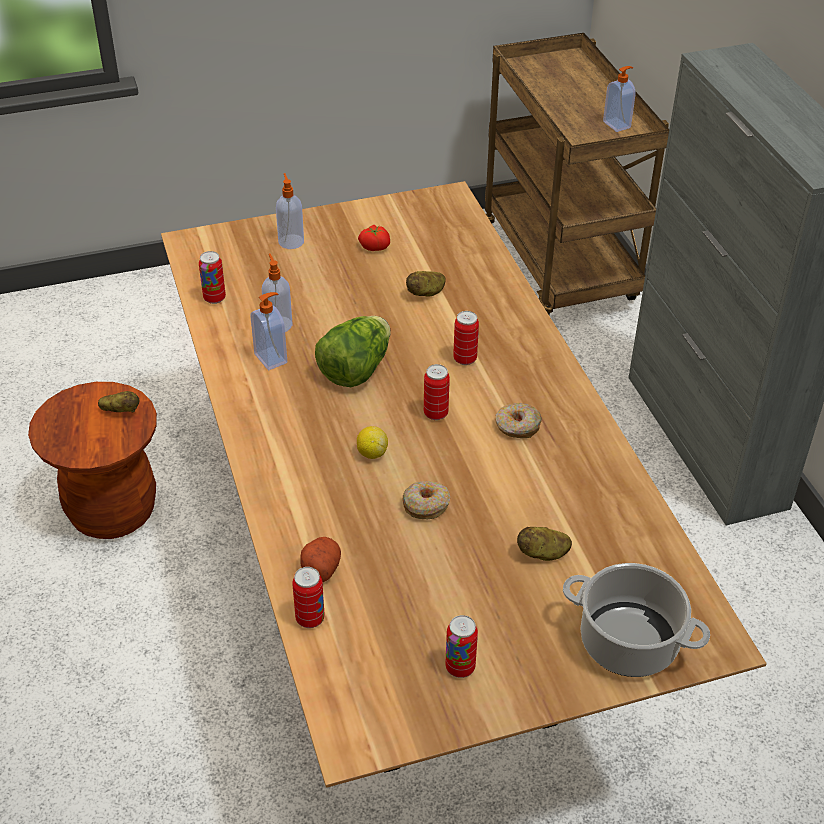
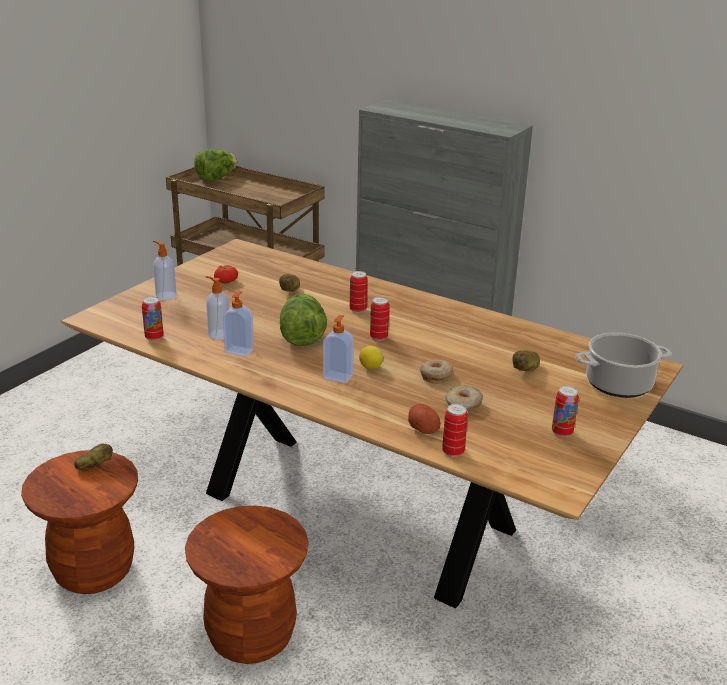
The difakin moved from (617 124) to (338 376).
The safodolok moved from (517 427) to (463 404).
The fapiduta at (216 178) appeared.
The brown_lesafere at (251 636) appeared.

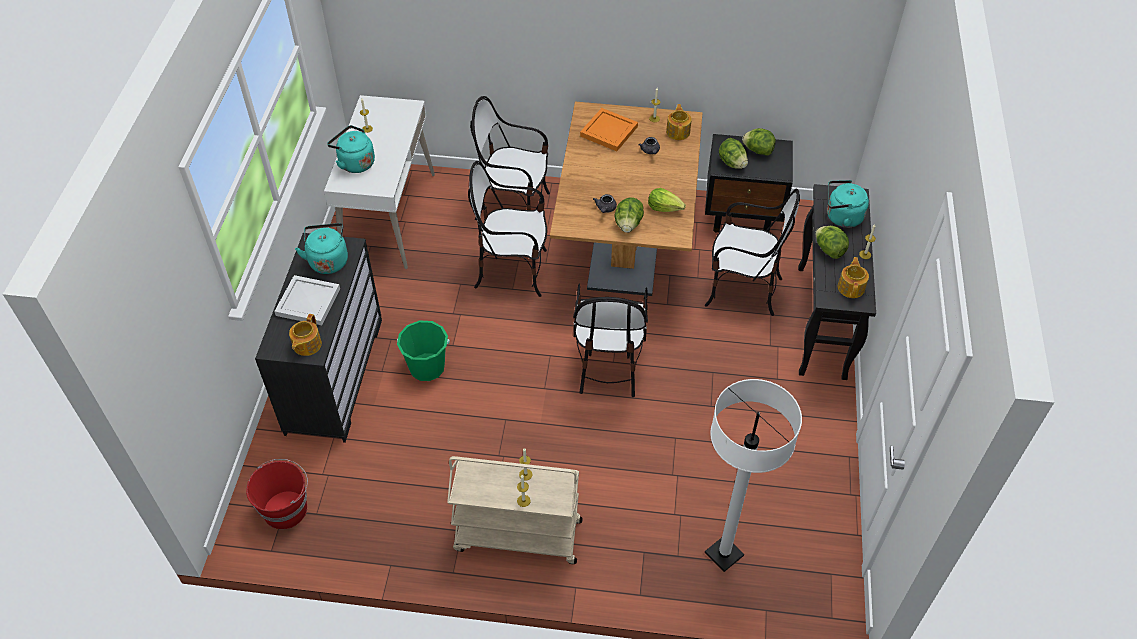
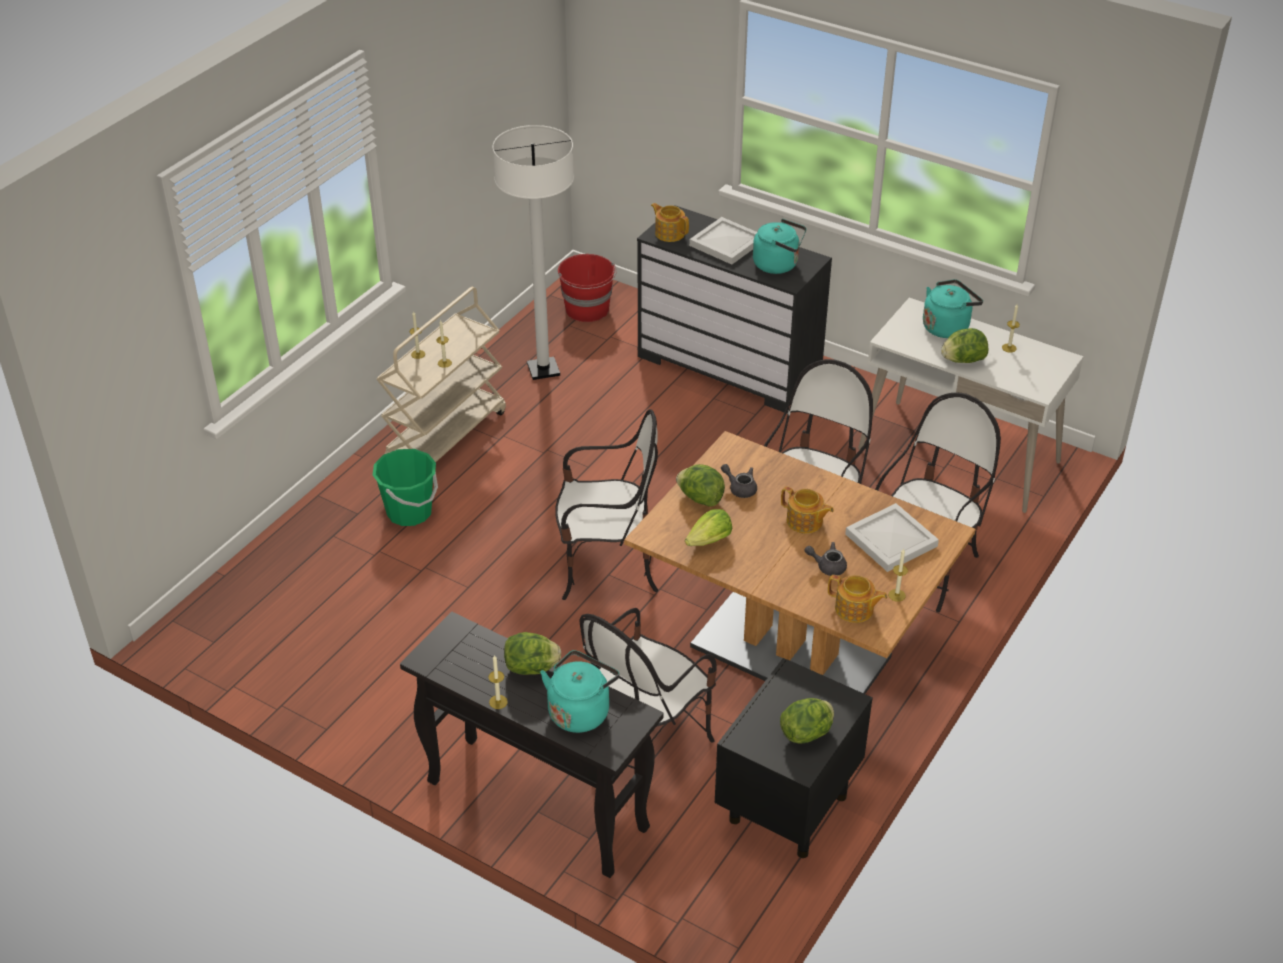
The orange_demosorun at (608 131) became the white_demosorun at (891 539).
The fapiduta moved from (732 163) to (963 360).
The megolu moved from (851 287) to (805 522).
The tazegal at (608 364) turned 150 degrees clockwise.
The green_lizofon moved from (427 367) to (409 512).
The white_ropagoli moved from (724 554) to (543 370).

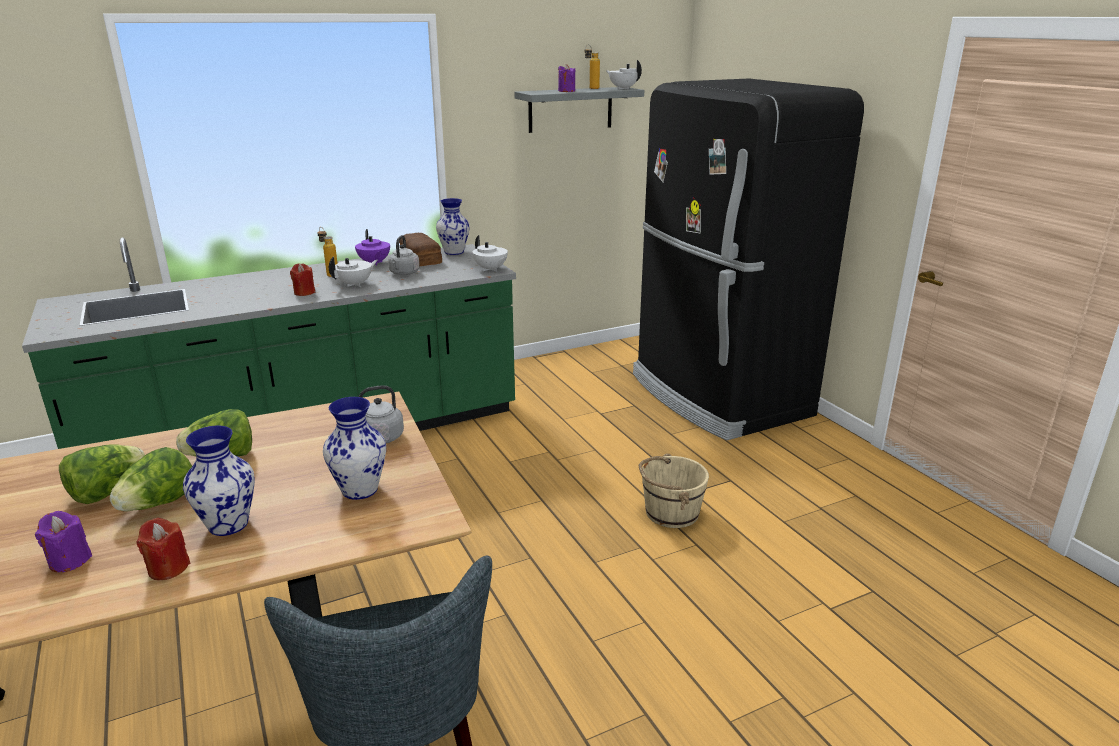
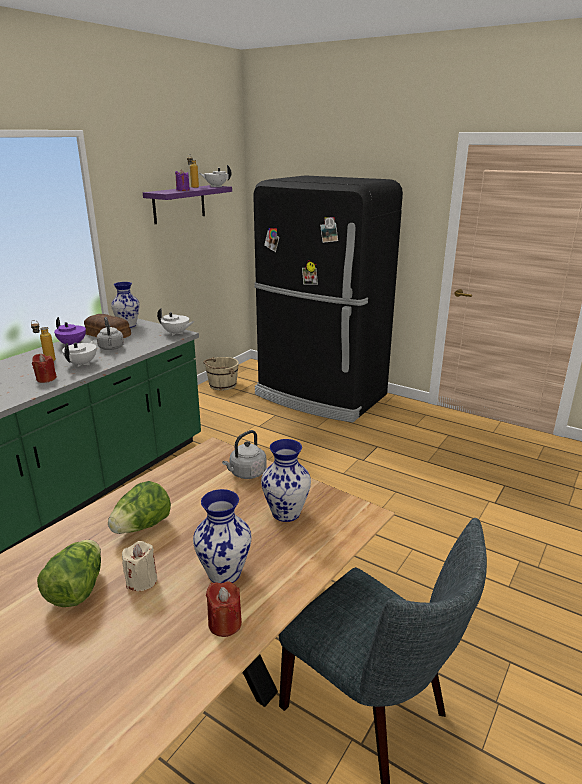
The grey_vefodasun at (570 109) became the purple_vefodasun at (179 204).
The fapiduta at (159 504) was replaced by the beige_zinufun at (141 580).
The beige_lizofon moved from (670 512) to (222 385).
The purple_zinufun at (69 560) disappeared.

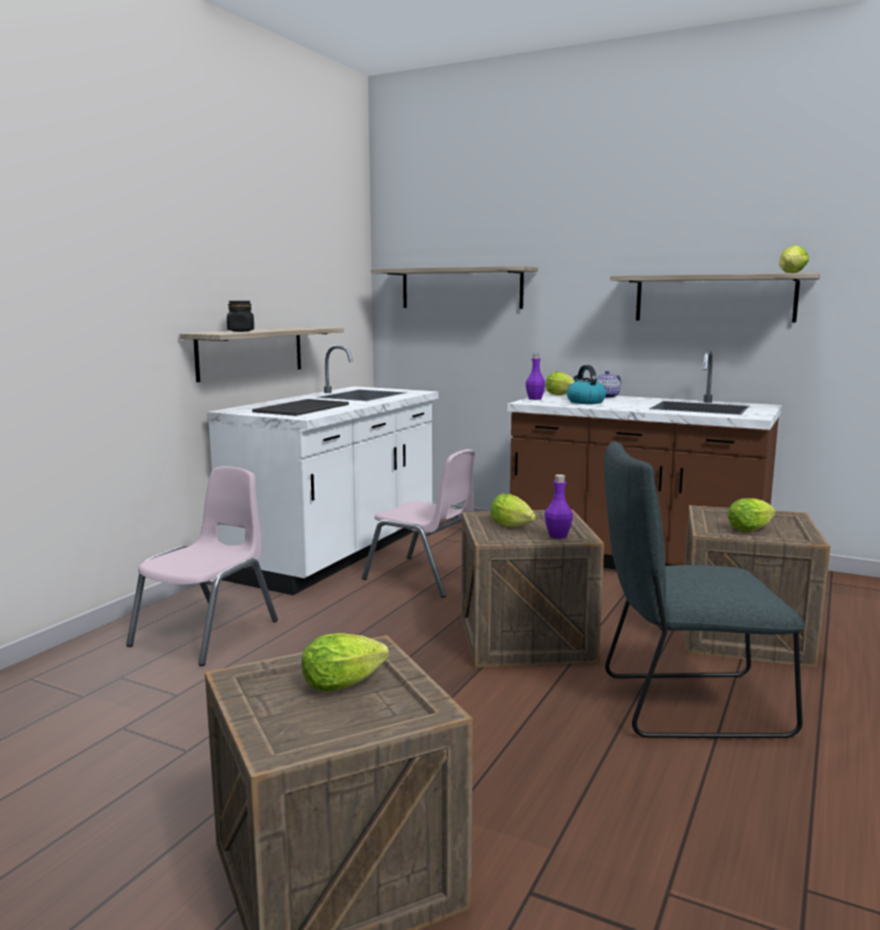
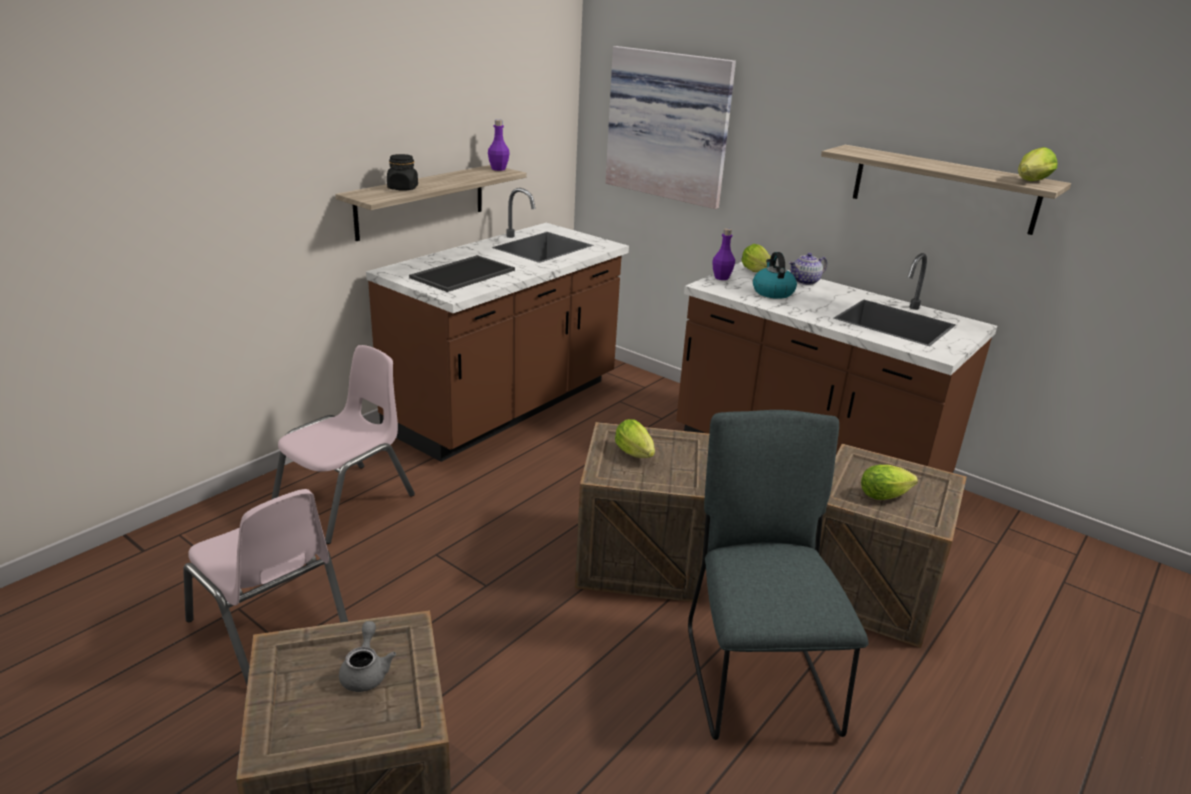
The vefodasun at (461 288) was replaced by the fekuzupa at (670 126).
The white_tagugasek at (338 553) became the brown_tagugasek at (505 407).
The grey_tazegal at (685 705) turned 75 degrees clockwise.
The pink_tazegal moved from (424 577) to (270 630).
The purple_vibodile moved from (558 535) to (498 169).
The fapiduta at (347 684) was replaced by the grey_megolu at (366 671).

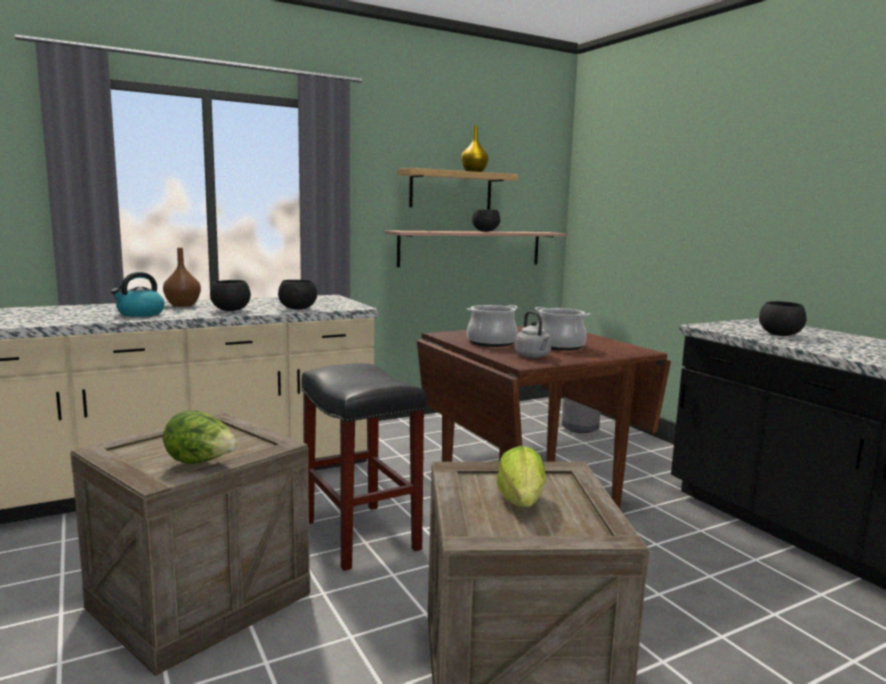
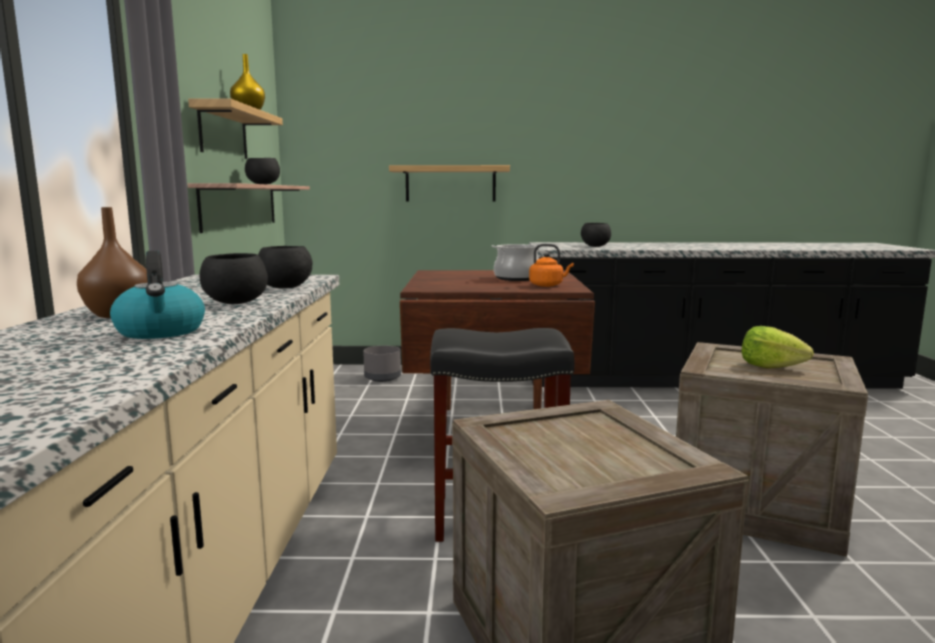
The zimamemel at (491 342) disappeared.
The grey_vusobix at (533 356) became the orange_vusobix at (548 285).
The fapiduta at (201 463) disappeared.
The vefodasun at (450 183) appeared.

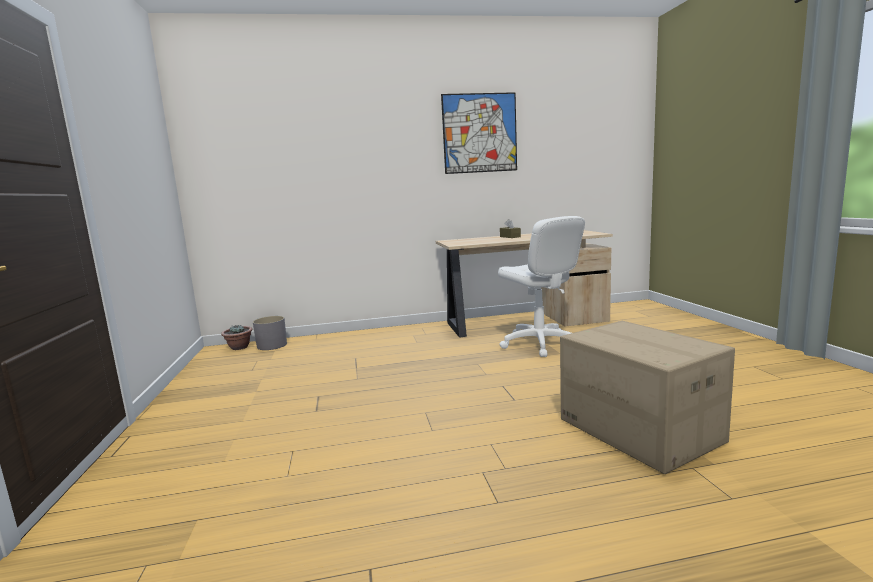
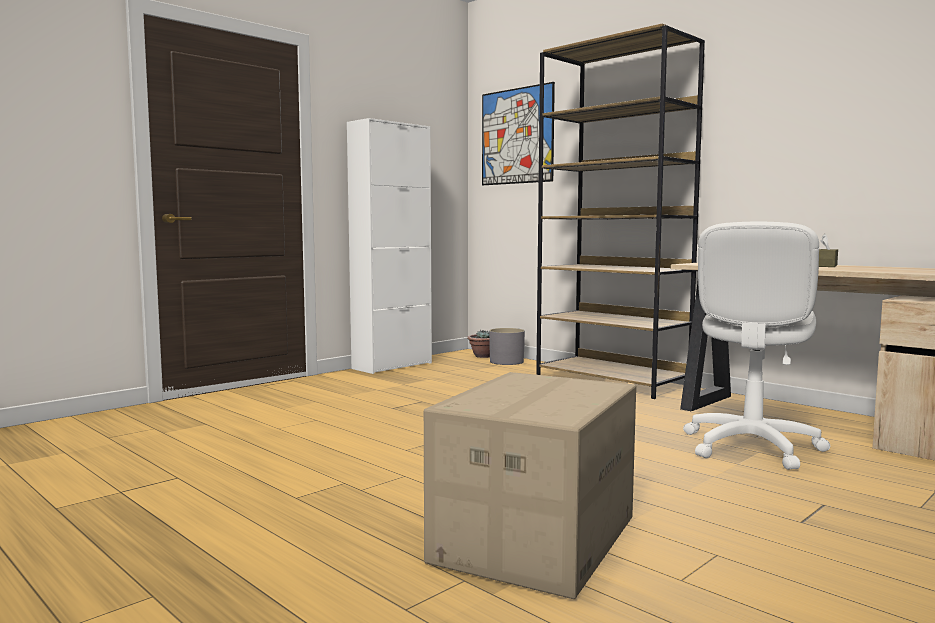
The fekuzupa moved from (480 133) to (517 136).
The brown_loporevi at (612 381) appeared.
The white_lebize at (392 366) appeared.

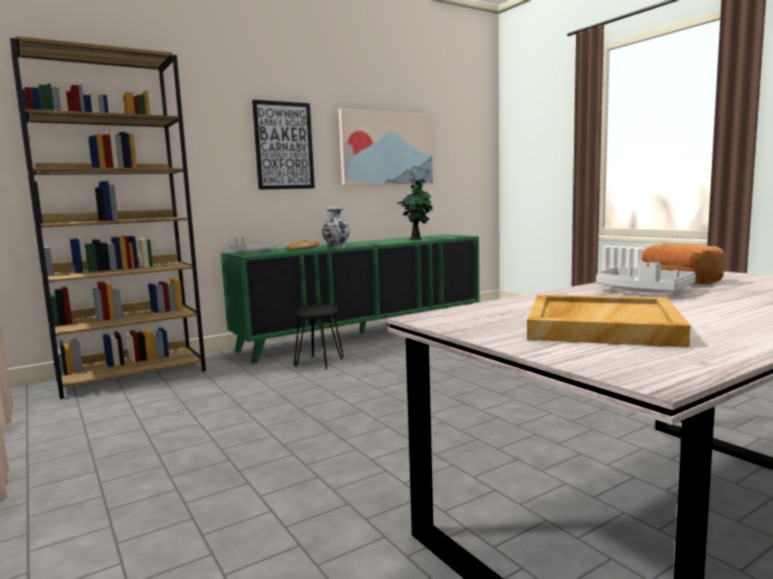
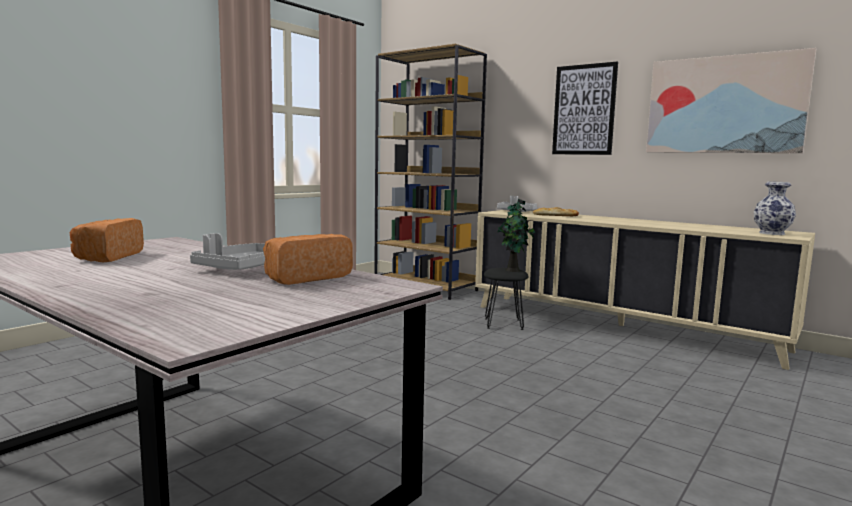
The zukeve moved from (417 239) to (513 270).
The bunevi moved from (336 247) to (772 233).
The green_lebize at (364 334) became the beige_lebize at (618 326).
The beige_demosorun at (600 326) was replaced by the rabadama at (107 257).

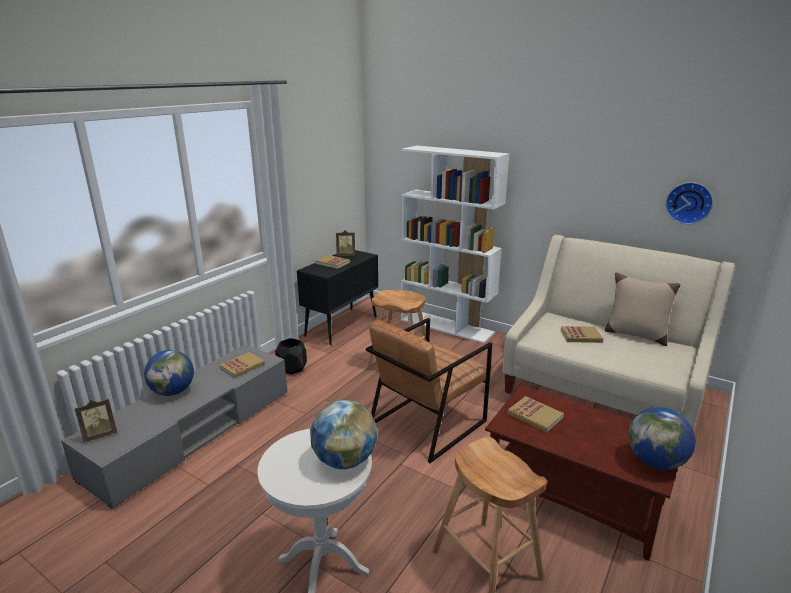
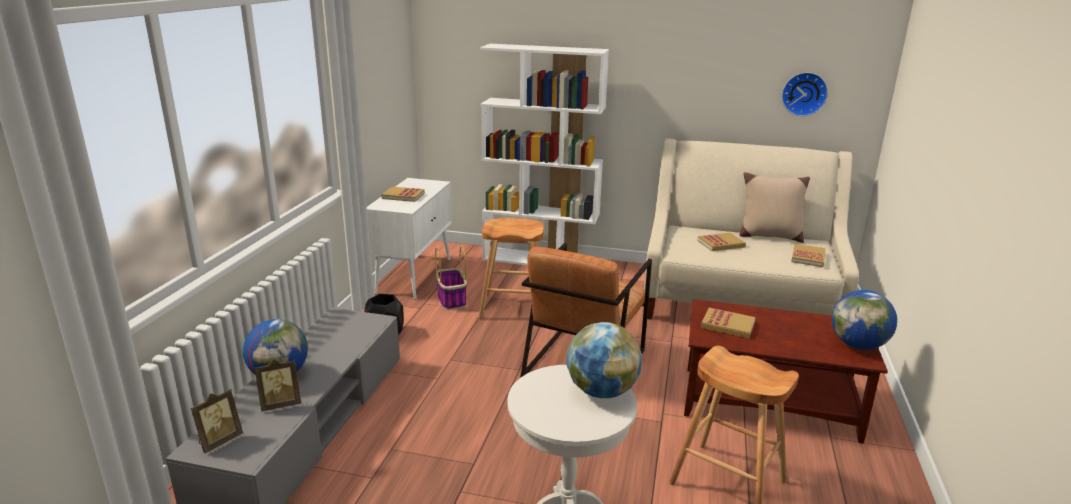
The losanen moved from (346 255) to (281 404).
The black_lebize at (342 326) became the white_lebize at (414 275).
The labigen moved from (242 366) to (808 257).
The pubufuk at (452 300) appeared.

